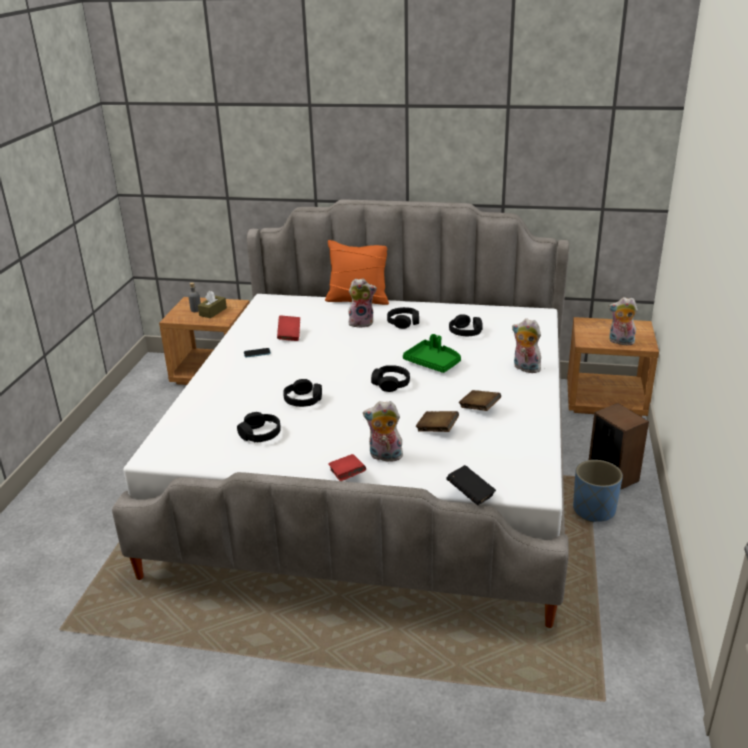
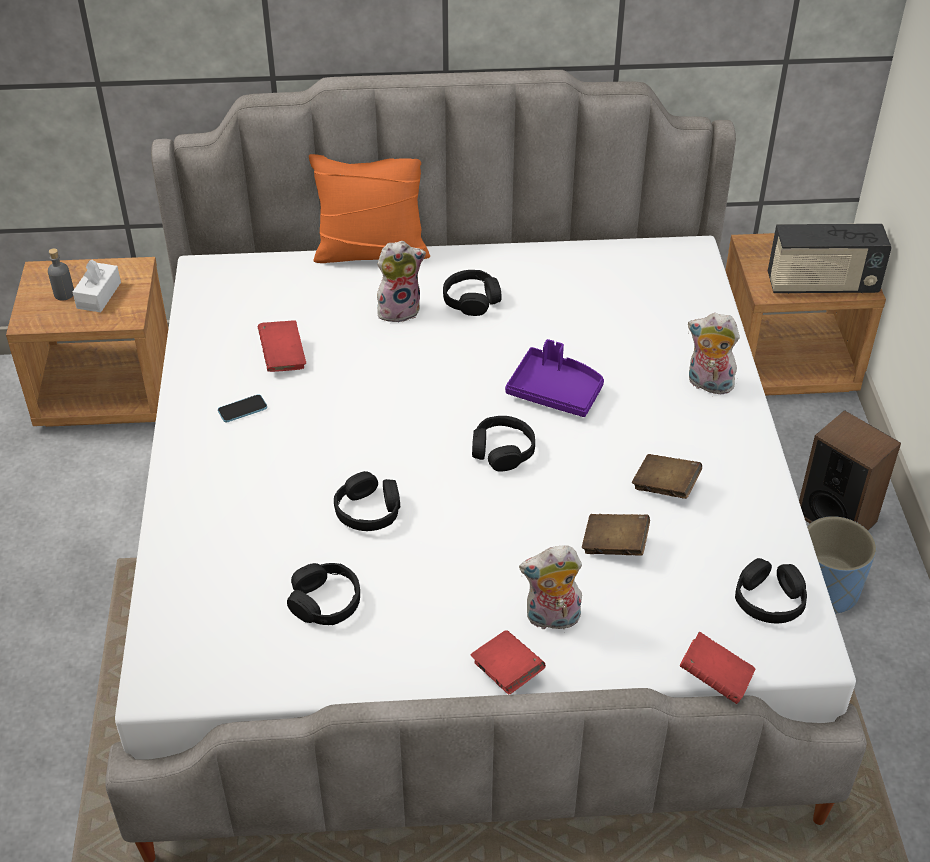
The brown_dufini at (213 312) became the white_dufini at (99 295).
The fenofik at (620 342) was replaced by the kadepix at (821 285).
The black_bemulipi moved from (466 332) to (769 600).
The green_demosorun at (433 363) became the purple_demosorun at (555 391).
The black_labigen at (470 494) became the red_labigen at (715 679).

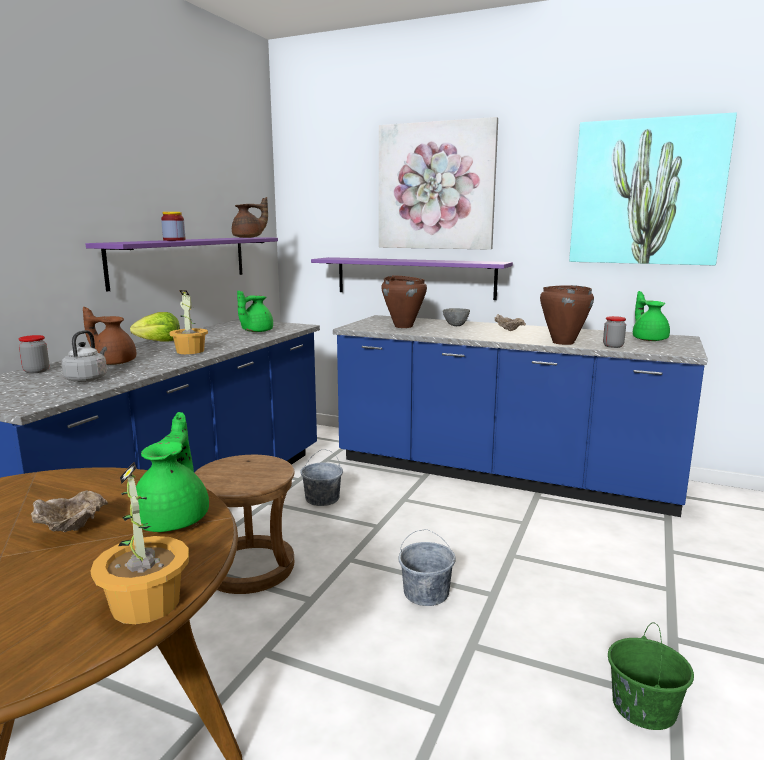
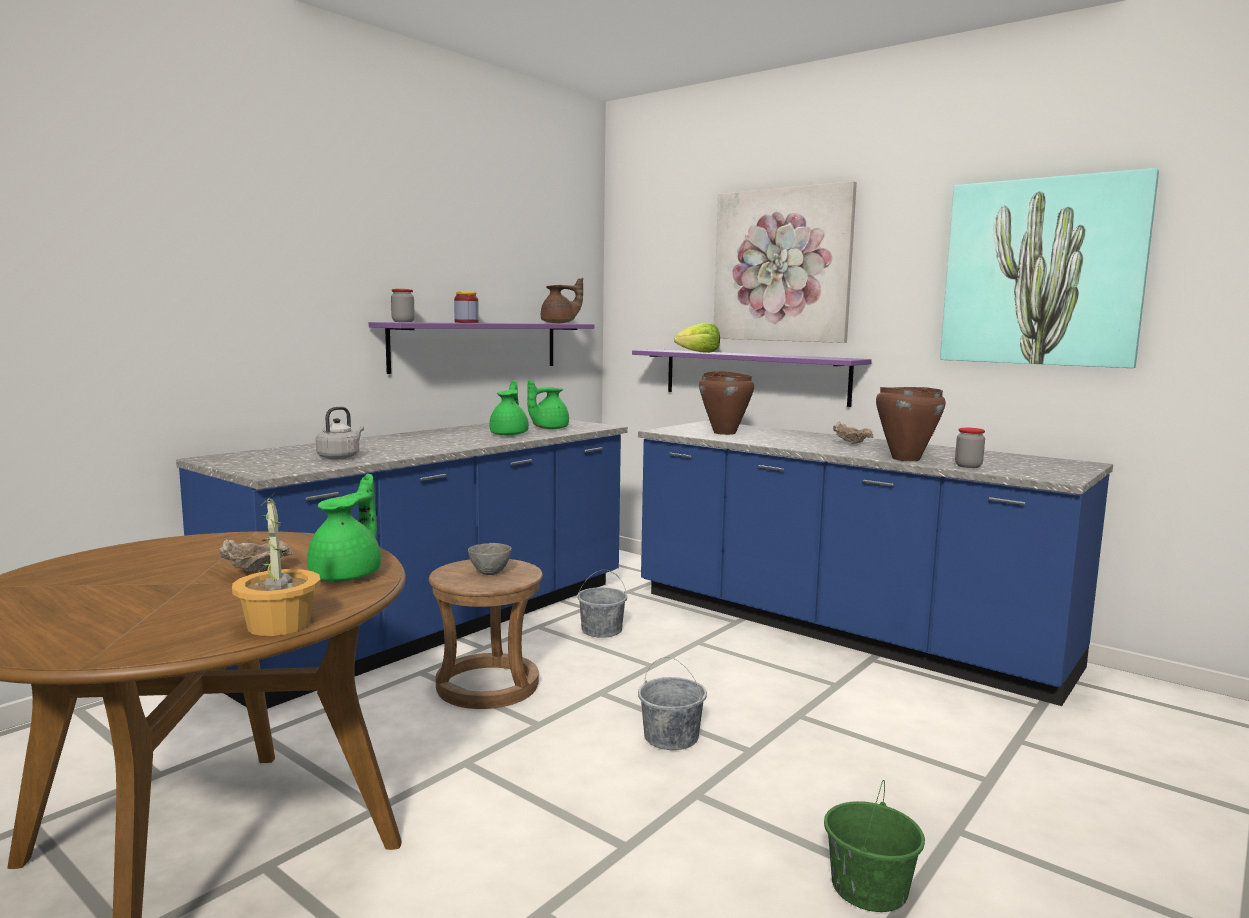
The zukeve at (190 351) disappeared.
The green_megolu moved from (649 339) to (510 434).
The brown_megolu at (113 362) disappeared.
The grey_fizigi moved from (456 325) to (490 573).
The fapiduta moved from (159 341) to (699 352).
The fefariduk moved from (36 371) to (403 322).

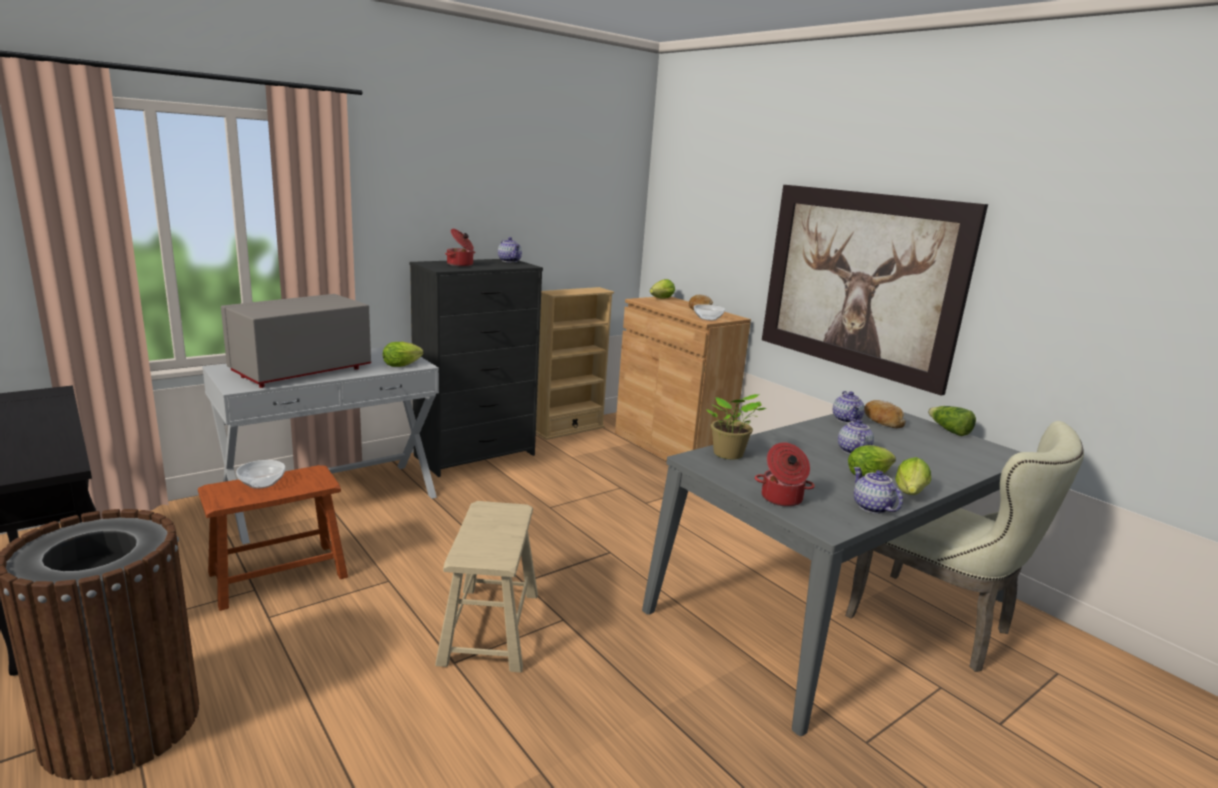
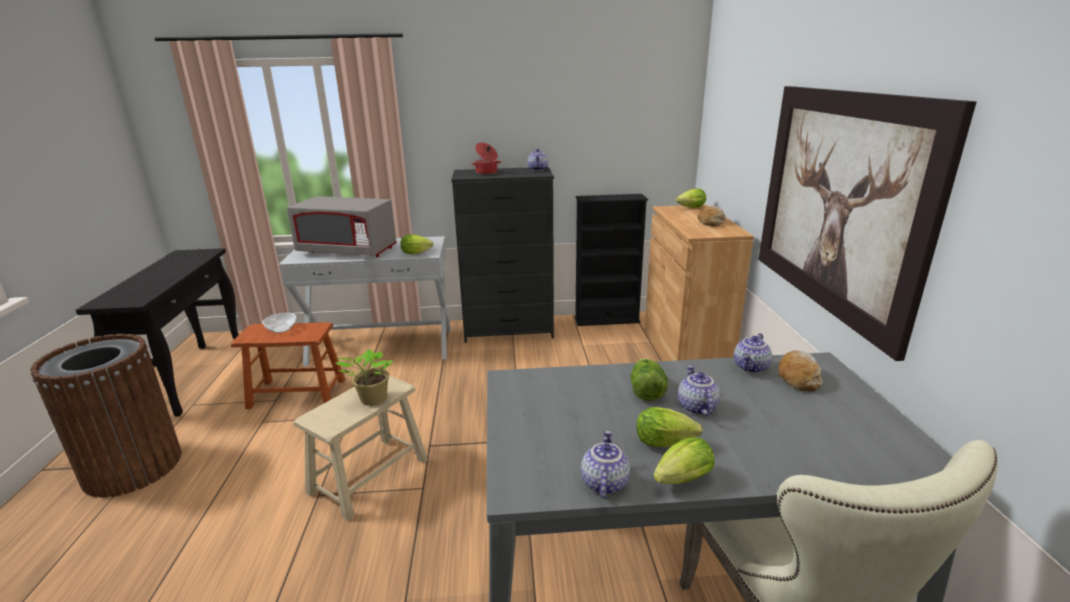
The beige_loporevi at (569 429) became the black_loporevi at (606 320).
The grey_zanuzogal at (301 371) turned 150 degrees counterclockwise.
The fizigi at (707 318) disappeared.
The zukeve moved from (728 455) to (372 400).
The fapiduta moved from (949 431) to (646 390).
The megolu at (852 450) turned 45 degrees counterclockwise.
The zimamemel at (781 499) disappeared.

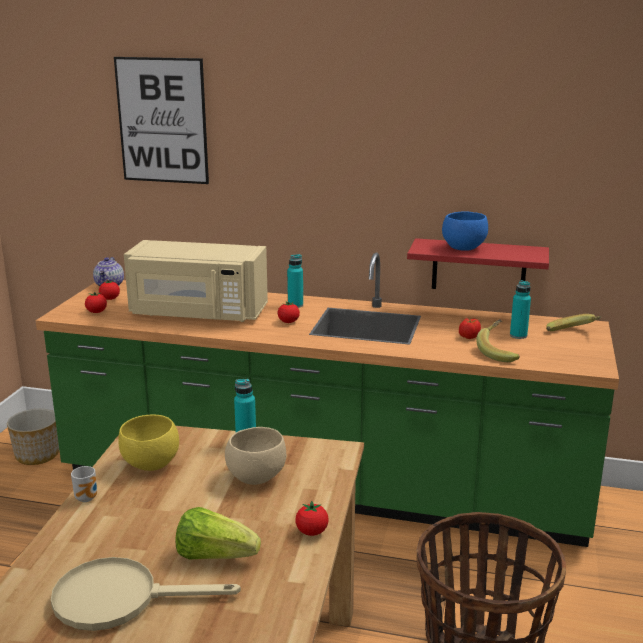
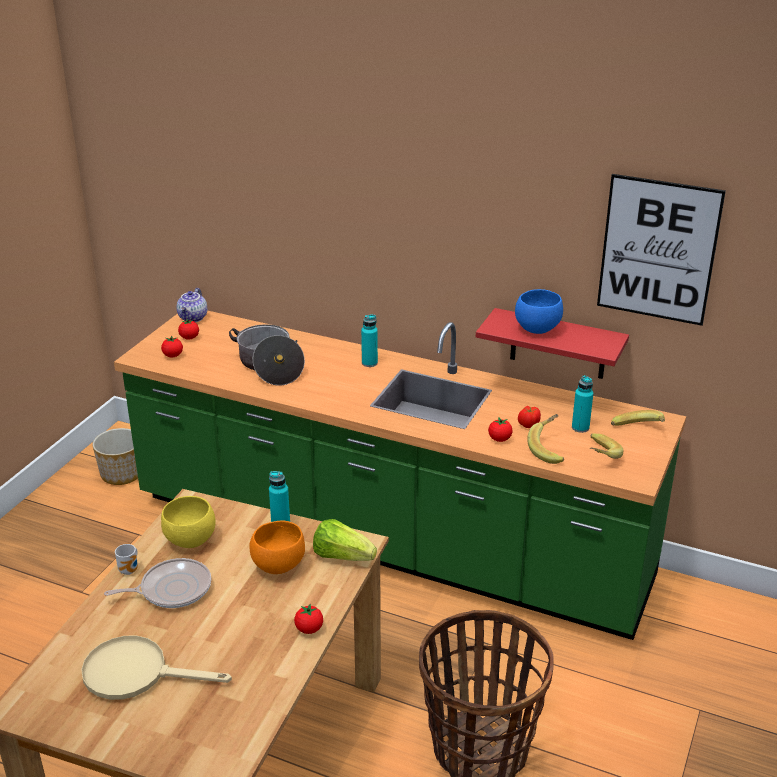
The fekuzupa moved from (162 121) to (658 250).
The beige_zanuzogal at (198 313) was replaced by the zimamemel at (269 366).
The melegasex moved from (288 322) to (499 439).
The beige_fizigi at (255 477) became the orange_fizigi at (277 565).
The fapiduta moved from (214 555) to (342 556).
The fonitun at (598 456) appeared.
The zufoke at (172 589) appeared.

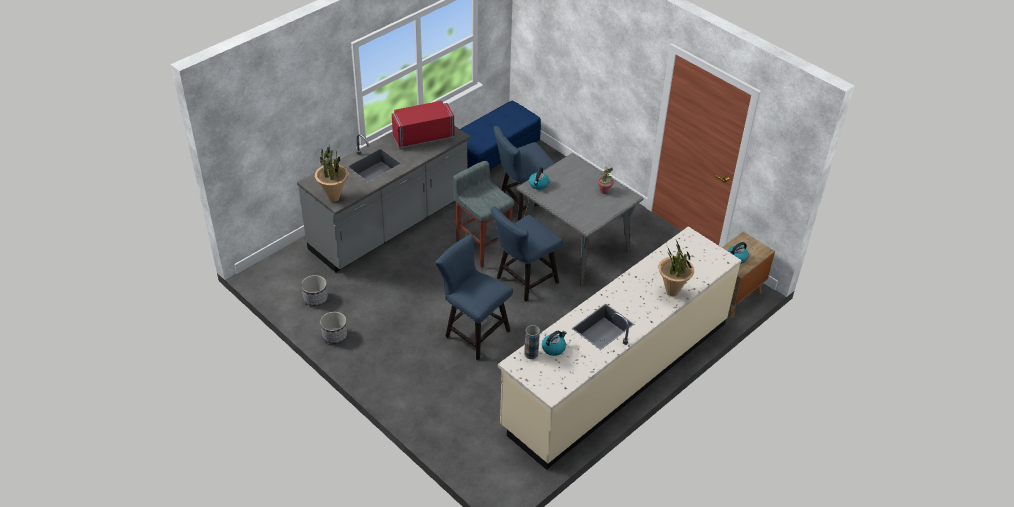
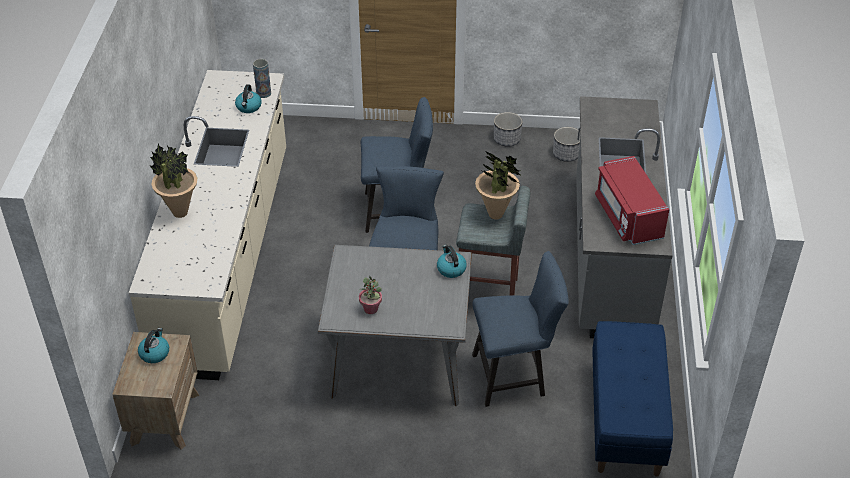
The red_zanuzogal at (423 136) turned 135 degrees clockwise.
The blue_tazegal at (522 204) turned 60 degrees clockwise.
The zukeve moved from (334 198) to (496 214).

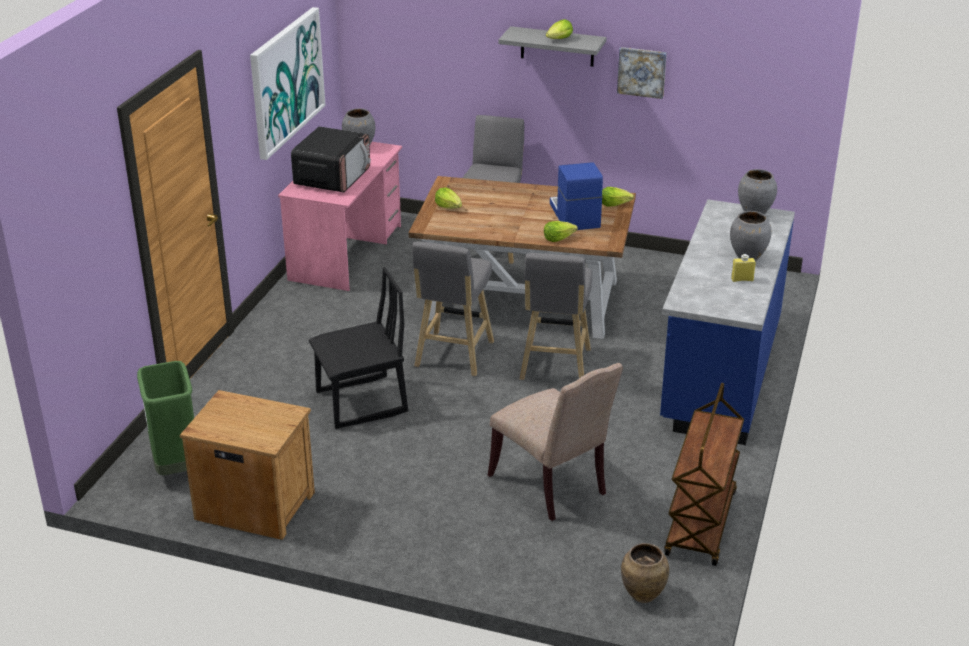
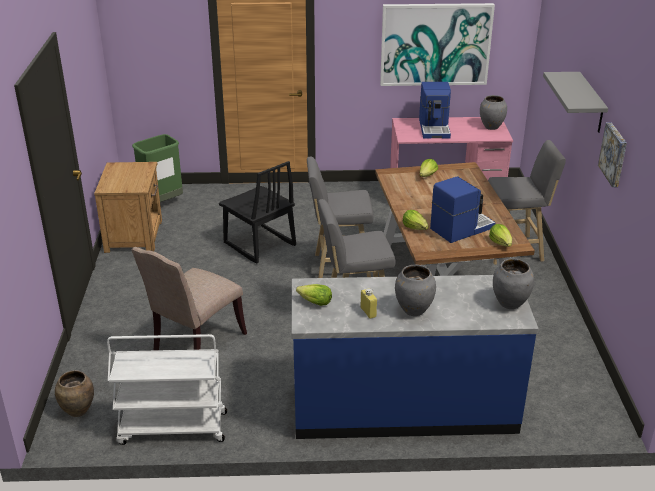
The fapiduta moved from (559 39) to (315 302).
The zanuzogal at (332 177) was replaced by the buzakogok at (435 128).
The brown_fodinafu at (701 524) became the white_fodinafu at (172 428).

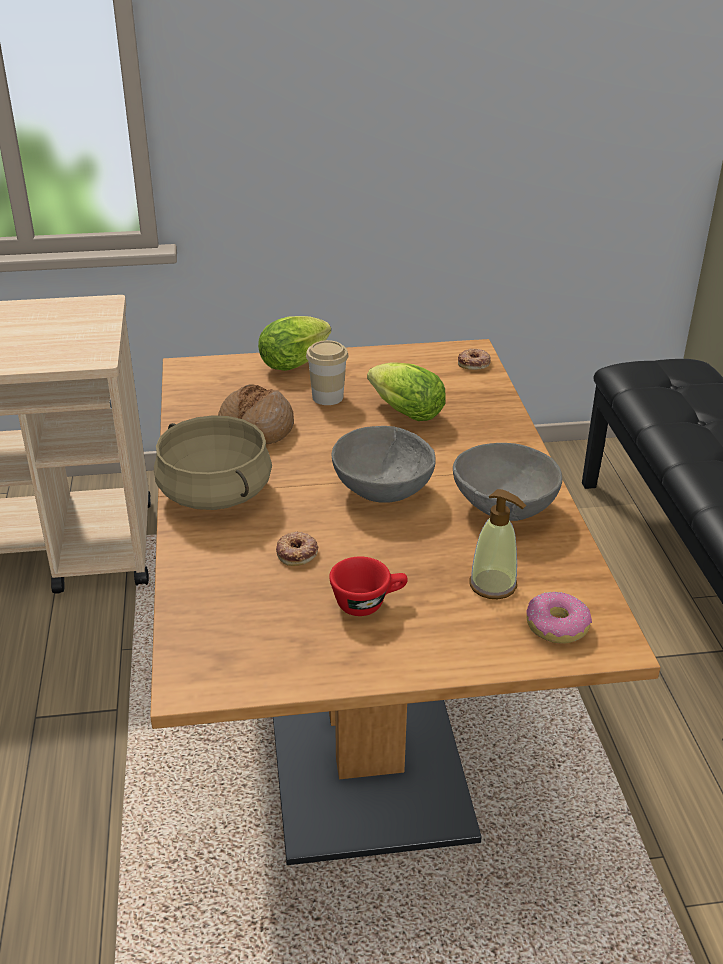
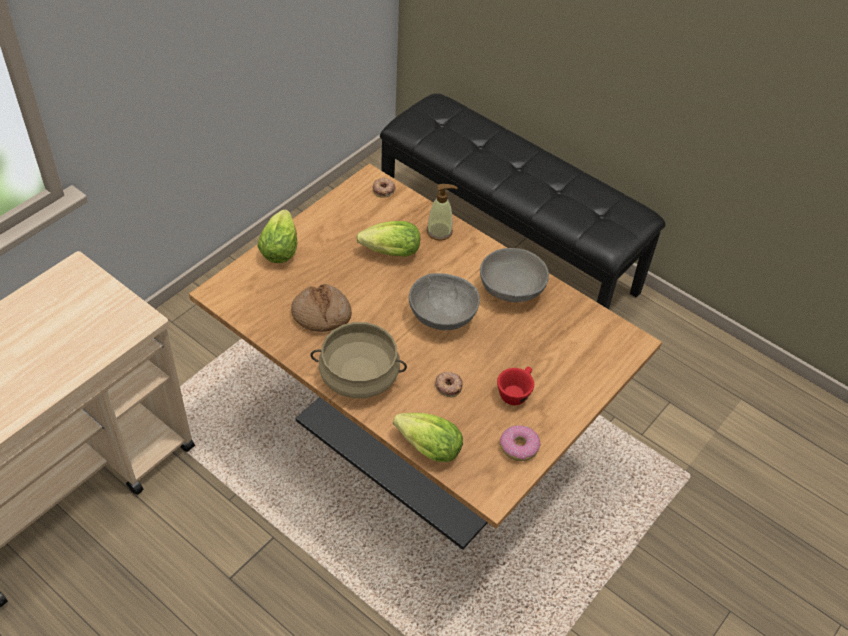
The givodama at (327 397) disappeared.
The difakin moved from (493 585) to (439 231).
The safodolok moved from (557 626) to (519 447).
The fapiduta at (425 446) appeared.

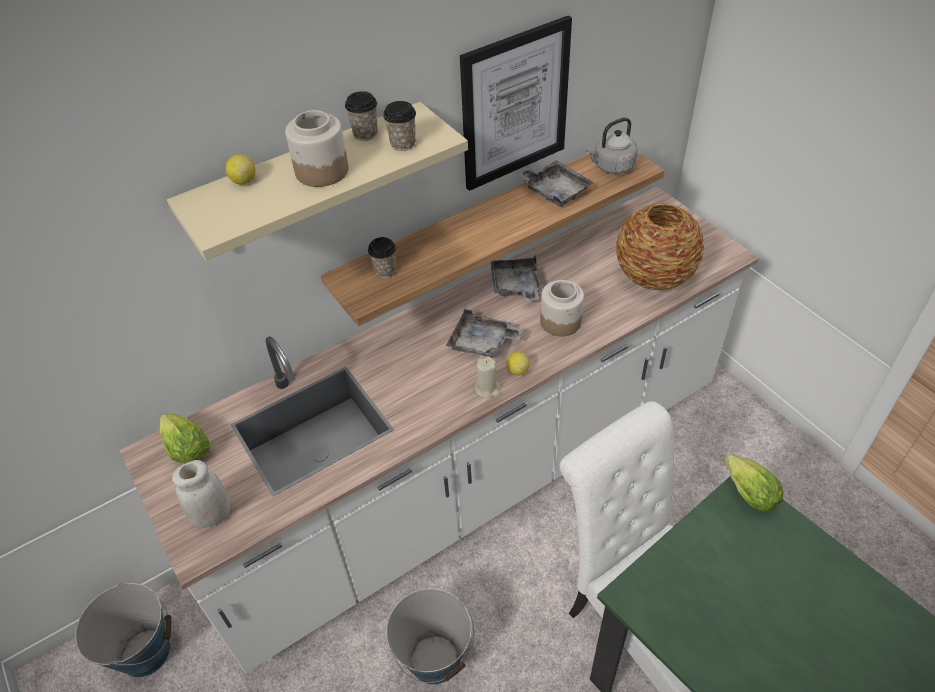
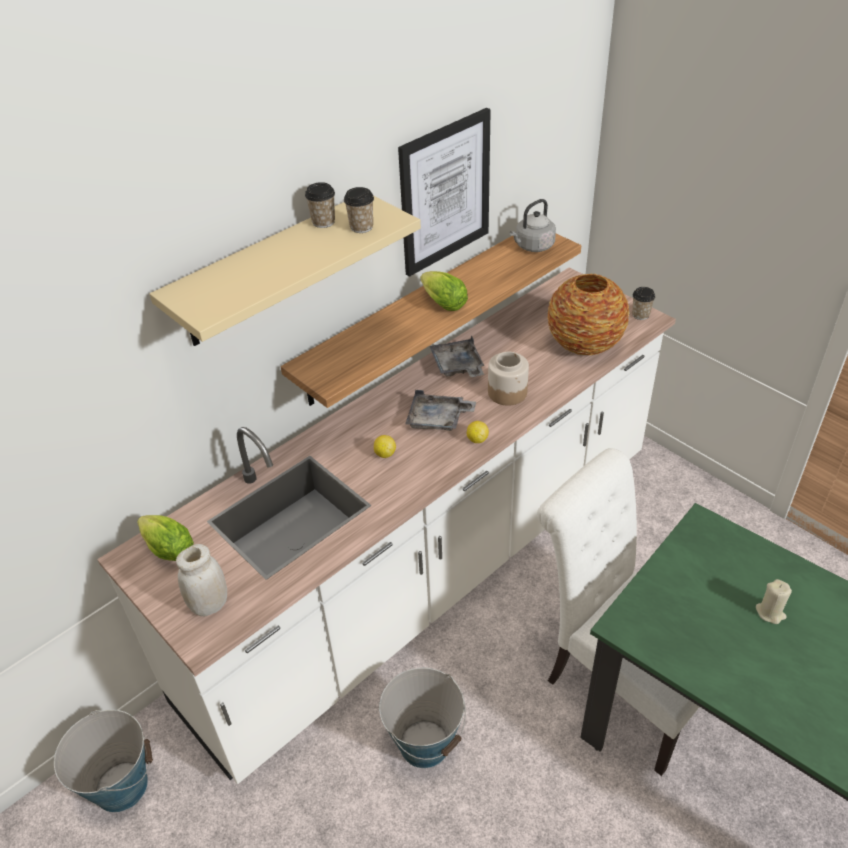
The fefariduk at (321 171) disappeared.
The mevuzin moved from (243 180) to (385 454).
The grey_demosorun at (554 190) disappeared.
The givodama moved from (385 271) to (640 315).
The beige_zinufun moved from (487 389) to (770 612).
The fapiduta moved from (746 491) to (441 303).

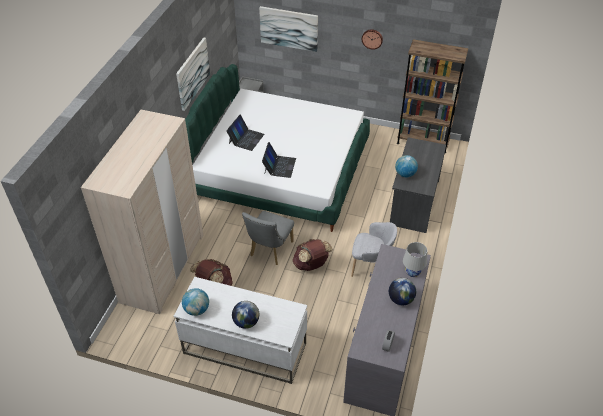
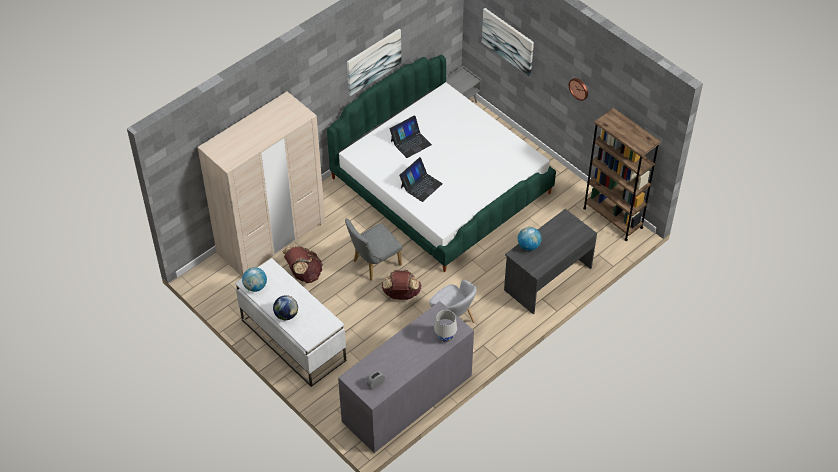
The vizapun at (400 299) disappeared.

